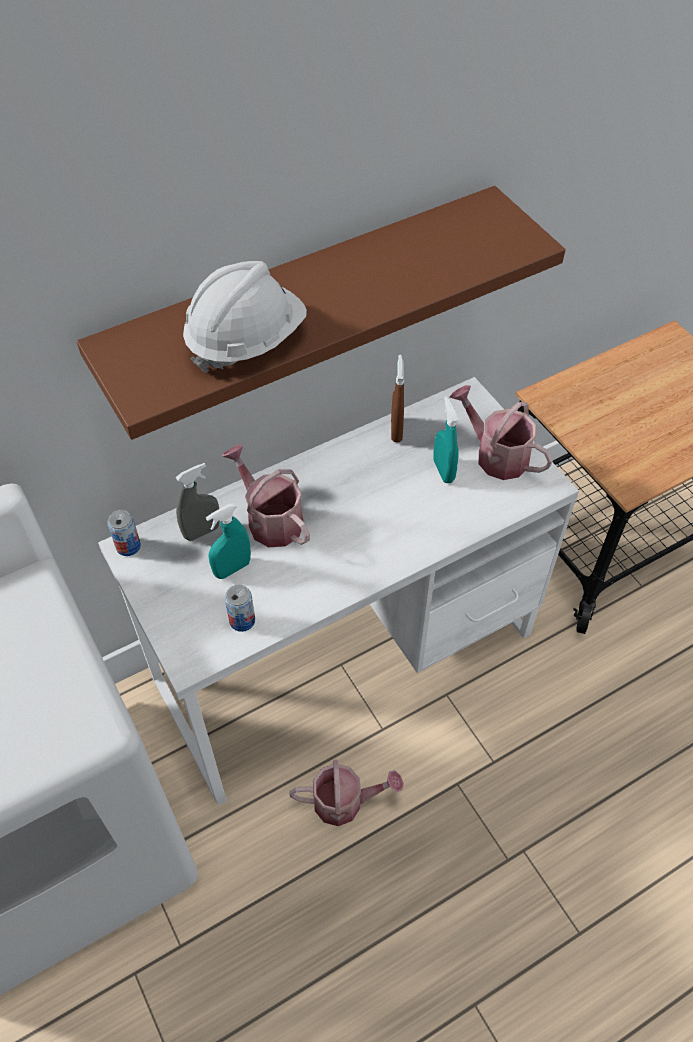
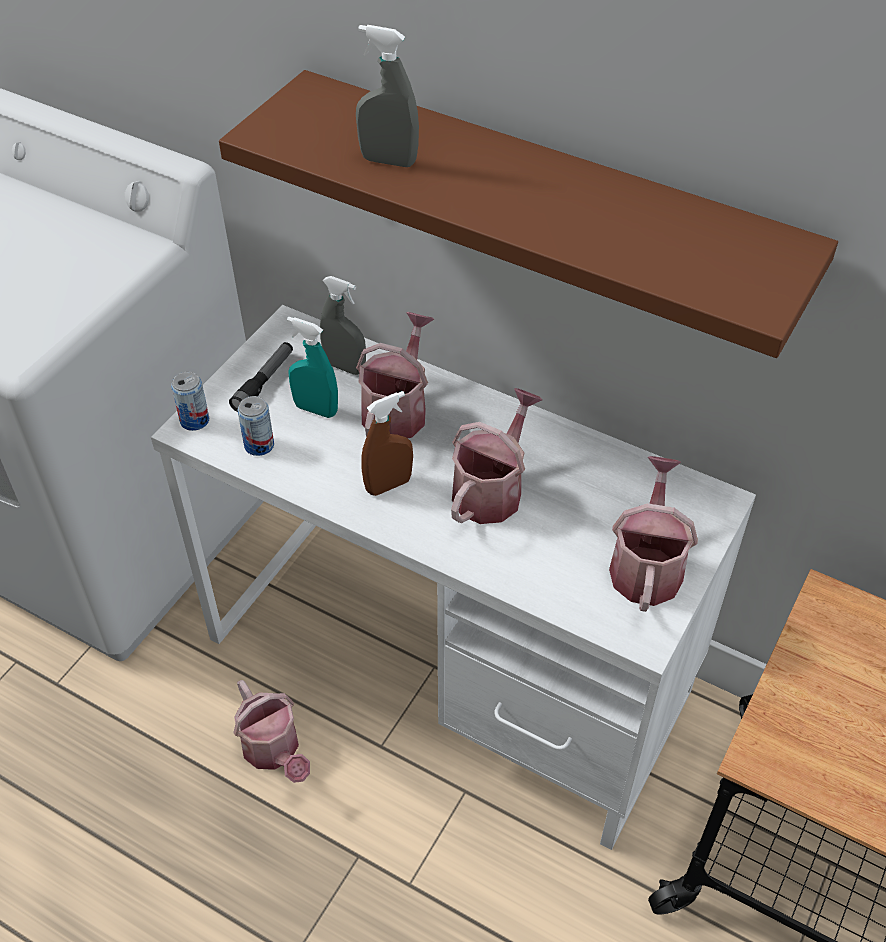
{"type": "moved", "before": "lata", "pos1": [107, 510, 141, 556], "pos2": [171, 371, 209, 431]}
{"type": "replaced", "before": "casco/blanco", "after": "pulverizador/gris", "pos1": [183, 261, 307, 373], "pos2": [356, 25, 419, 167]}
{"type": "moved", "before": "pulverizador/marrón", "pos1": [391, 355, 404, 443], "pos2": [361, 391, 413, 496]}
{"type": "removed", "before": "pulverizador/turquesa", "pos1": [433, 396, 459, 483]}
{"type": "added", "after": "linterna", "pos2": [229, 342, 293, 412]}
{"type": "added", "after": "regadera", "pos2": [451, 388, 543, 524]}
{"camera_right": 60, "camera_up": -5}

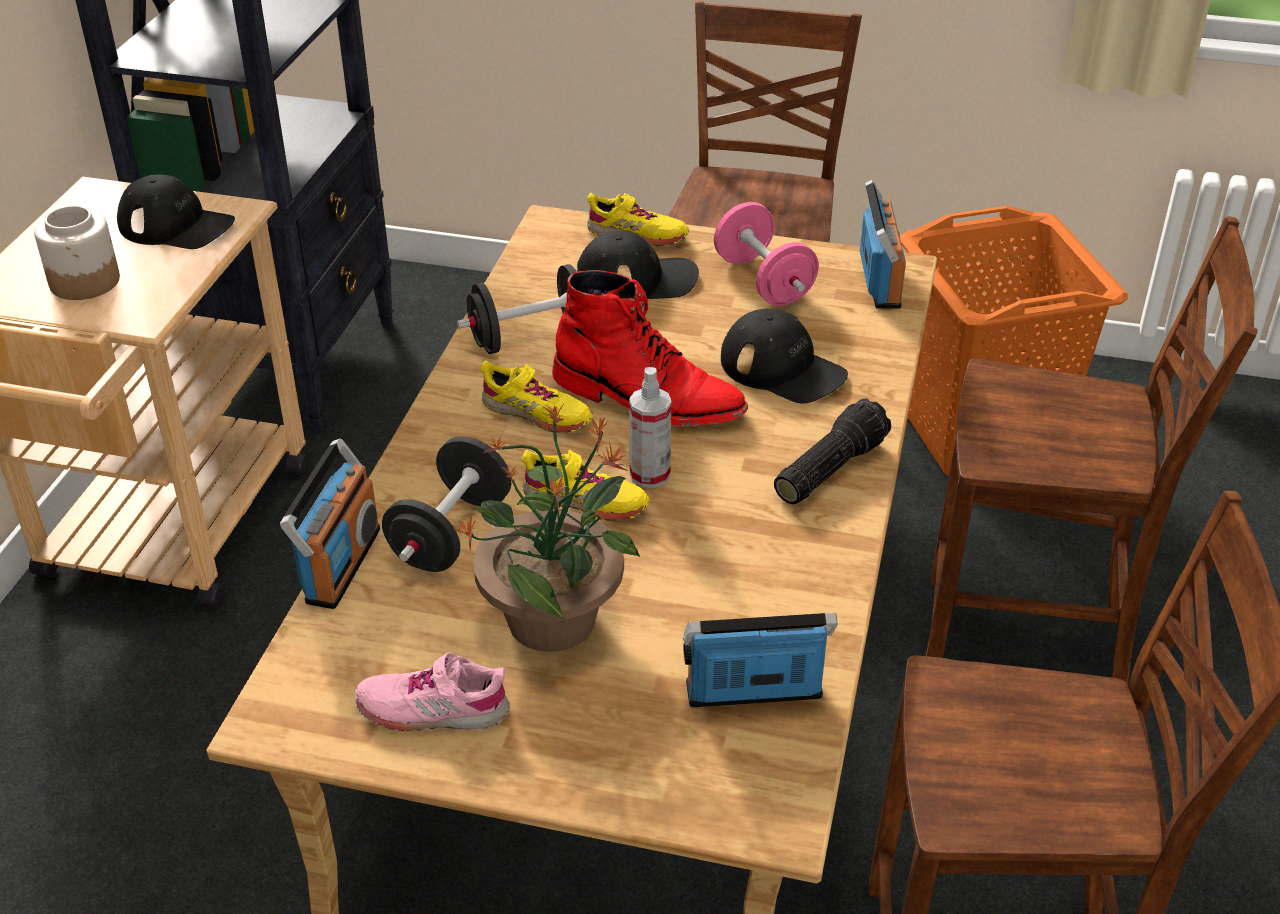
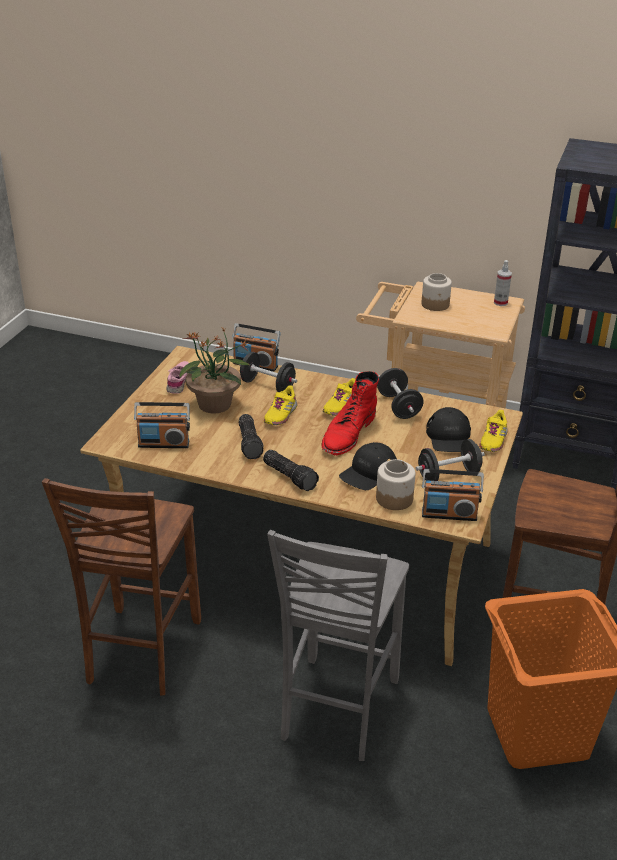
{"type": "removed", "before": "gorra/negro", "pos1": [117, 175, 235, 249]}
{"type": "moved", "before": "pulverizador", "pos1": [629, 367, 672, 488], "pos2": [494, 260, 512, 306]}
{"type": "turned", "before": "radio", "pos1": [683, 613, 838, 707], "pos2": [134, 402, 190, 448], "turn": 90}
{"type": "recoloured", "before": "mancuerna/rosa", "after": "mancuerna/negro", "pos1": [714, 202, 819, 306], "pos2": [415, 439, 485, 481]}
{"type": "recoloured", "before": "silla/marrón", "after": "silla/gris", "pos1": [926, 216, 1258, 685], "pos2": [267, 530, 409, 761]}
{"type": "added", "after": "linterna", "pos2": [239, 414, 264, 459]}
{"type": "added", "after": "tarro", "pos2": [376, 459, 415, 510]}
{"camera_right": 95, "camera_up": -5}

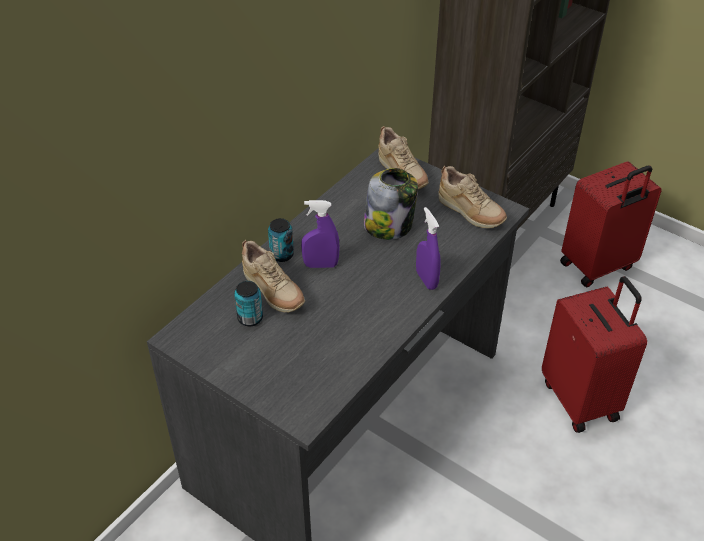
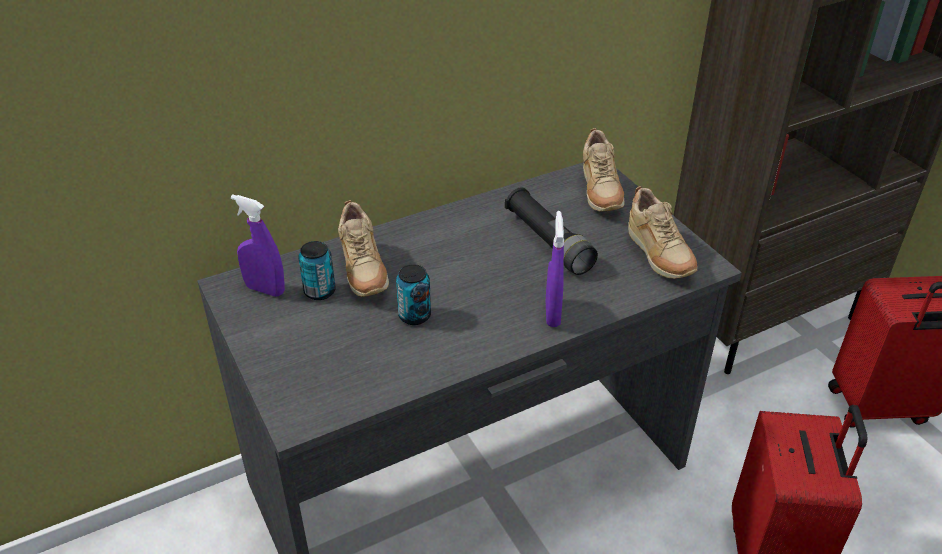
{"type": "moved", "before": "lata", "pos1": [268, 218, 294, 262], "pos2": [396, 264, 431, 325]}
{"type": "moved", "before": "pulverizador/morado", "pos1": [301, 200, 340, 268], "pos2": [231, 194, 285, 297]}
{"type": "replaced", "before": "tarro", "after": "linterna/negro", "pos1": [364, 168, 418, 240], "pos2": [505, 187, 598, 275]}
{"camera_right": 25, "camera_up": -5}

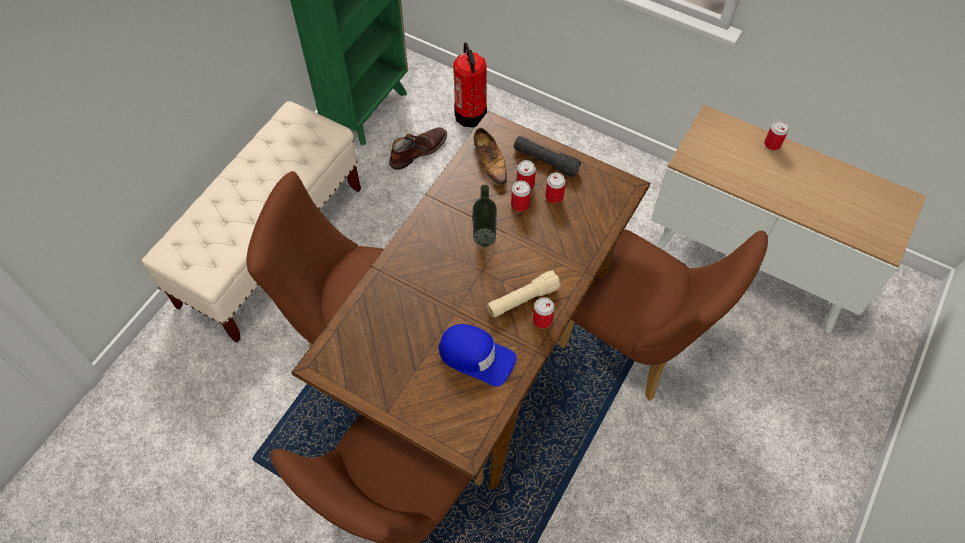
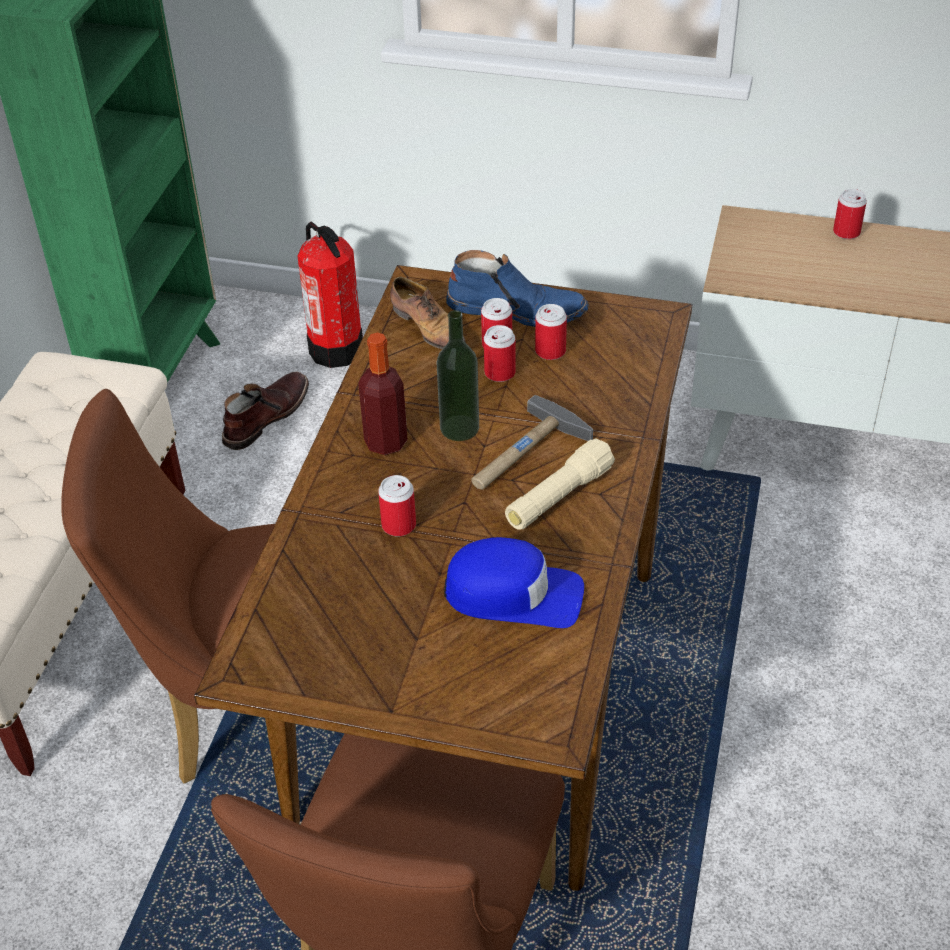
{"type": "replaced", "before": "linterna/negro", "after": "bota/azul", "pos1": [514, 136, 581, 177], "pos2": [446, 250, 589, 327]}
{"type": "moved", "before": "lata", "pos1": [533, 297, 555, 329], "pos2": [378, 475, 416, 537]}
{"type": "removed", "before": "silla/marrón", "pos1": [559, 229, 768, 401]}
{"type": "added", "after": "botella", "pos2": [358, 332, 408, 455]}
{"type": "added", "after": "martillo", "pos2": [471, 395, 593, 490]}
{"camera_right": -15, "camera_up": -15}

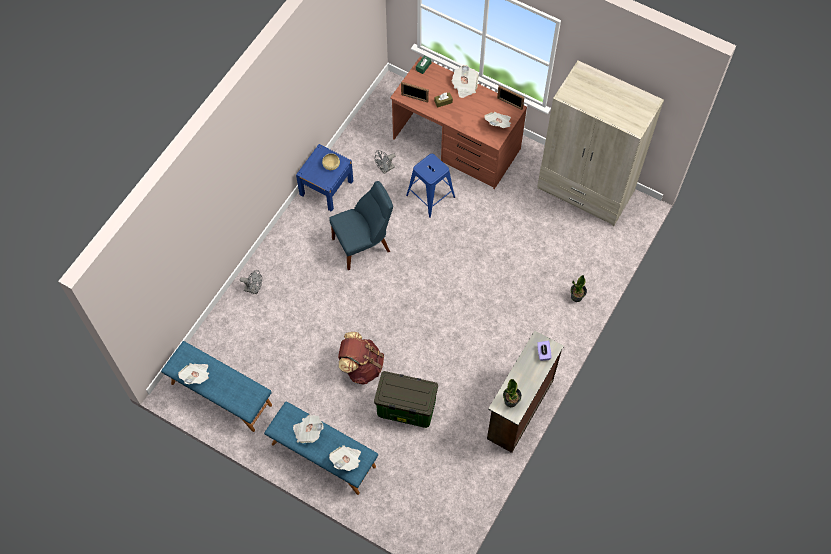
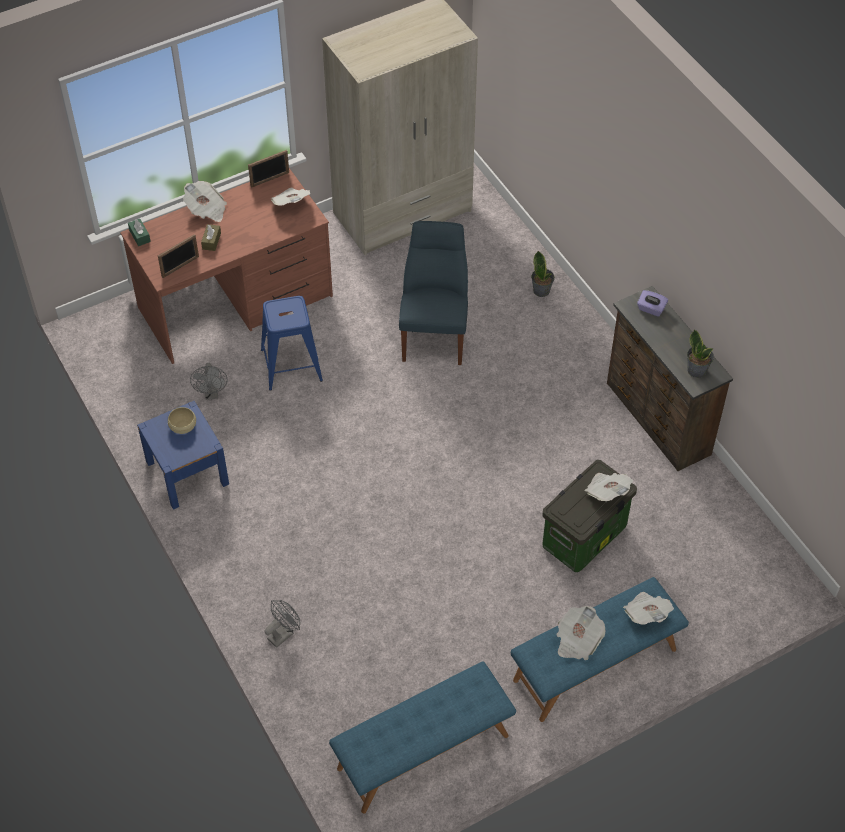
{"type": "moved", "before": "periódico", "pos1": [178, 363, 209, 384], "pos2": [584, 473, 633, 501]}
{"type": "moved", "before": "silla/azul", "pos1": [329, 181, 393, 270], "pos2": [399, 221, 468, 365]}
{"type": "removed", "before": "mochila/marrón", "pos1": [338, 332, 384, 385]}
{"camera_right": -60, "camera_up": -10}

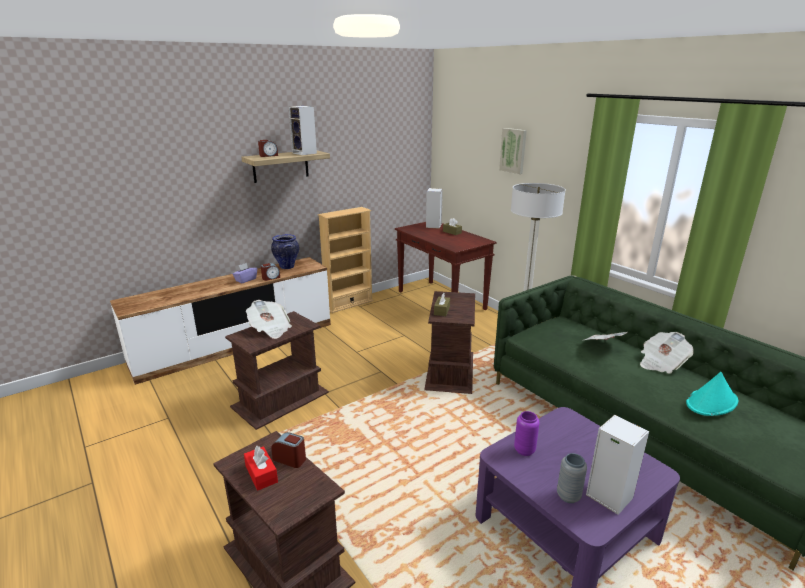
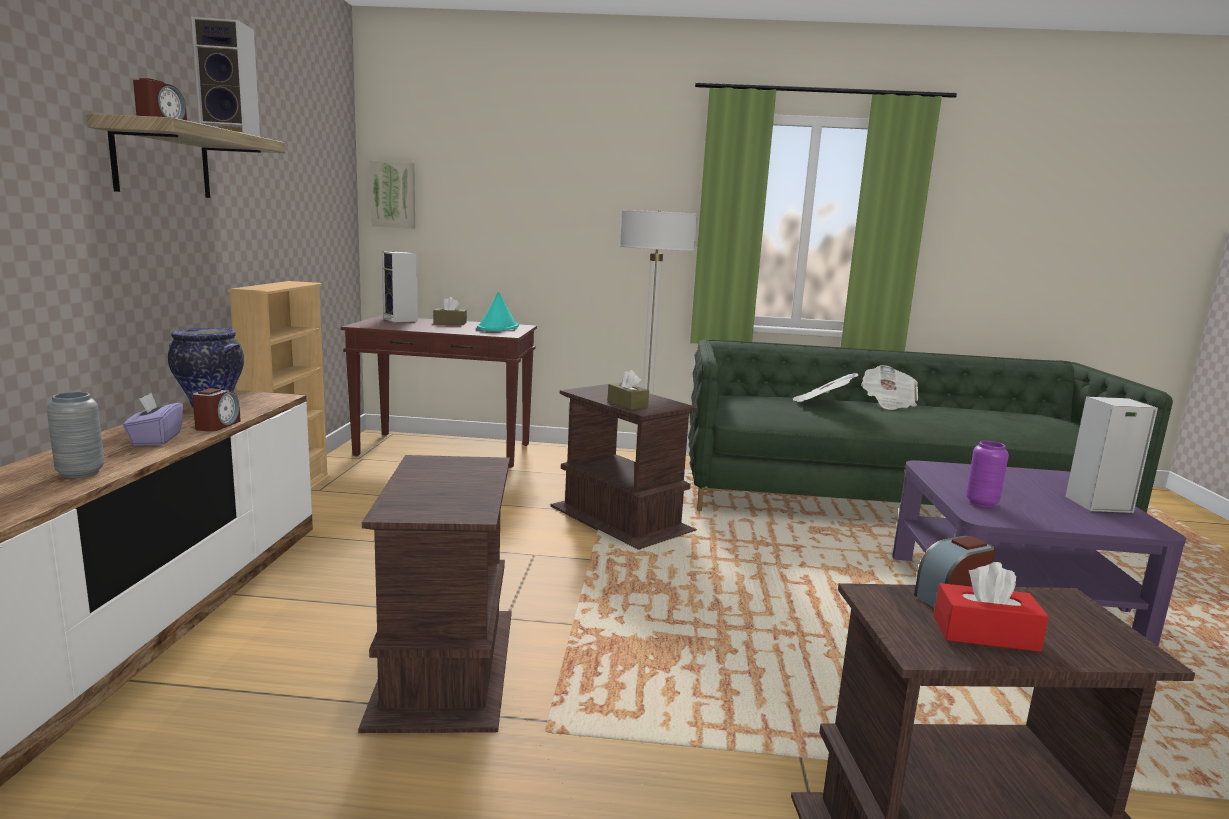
{"type": "removed", "before": "periódico", "pos1": [246, 300, 292, 339]}
{"type": "moved", "before": "cuadro", "pos1": [499, 128, 527, 174], "pos2": [370, 160, 415, 229]}
{"type": "moved", "before": "florero/gris", "pos1": [557, 453, 587, 503], "pos2": [47, 392, 104, 478]}
{"type": "moved", "before": "sombrero/turquesa", "pos1": [686, 372, 738, 416], "pos2": [477, 292, 519, 331]}
{"camera_right": -50, "camera_up": -10}

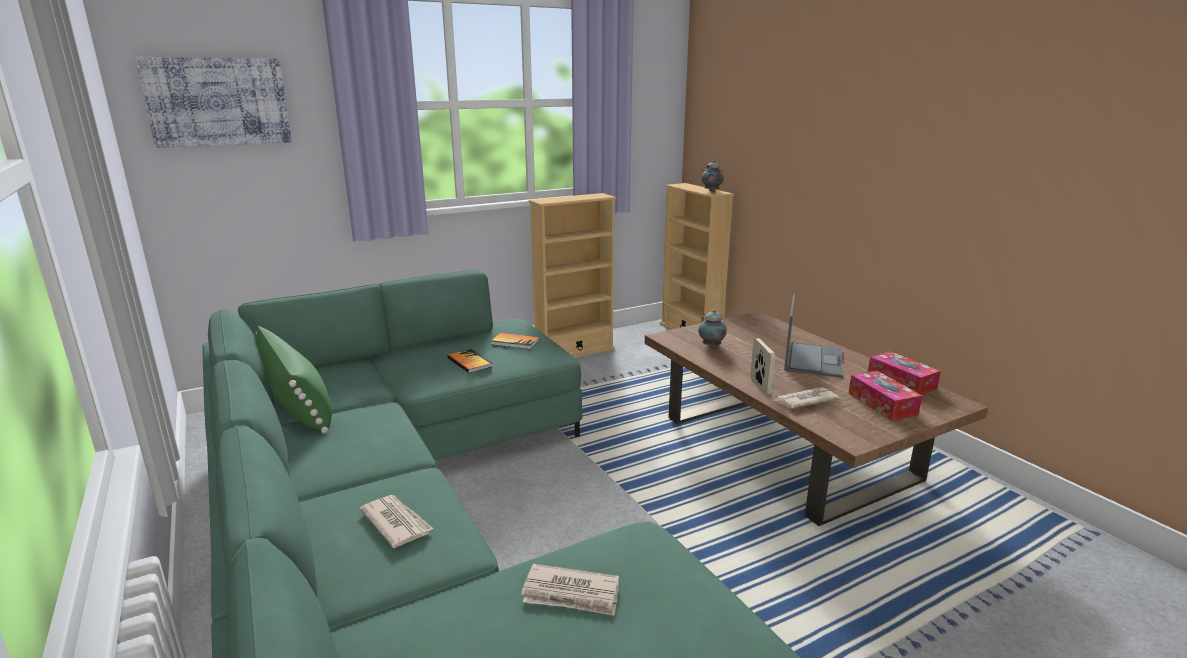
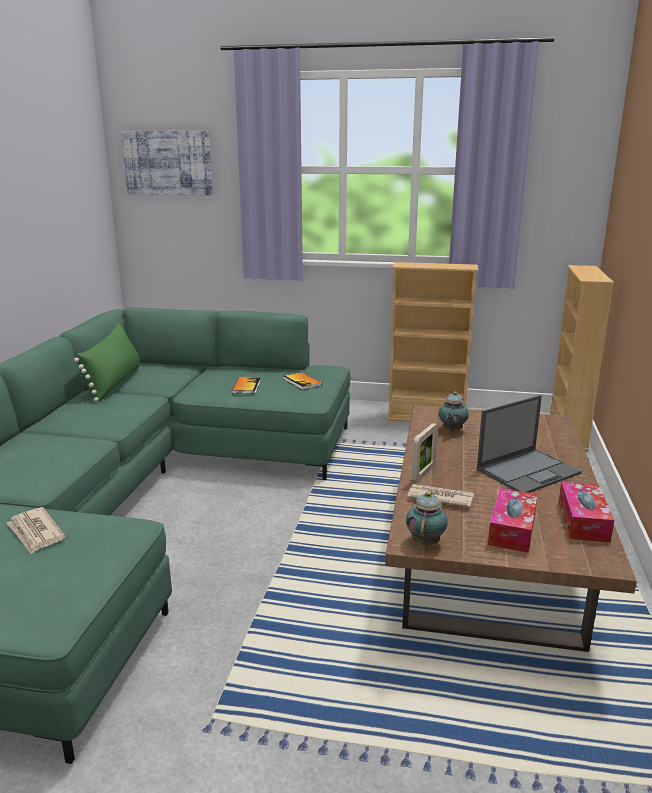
{"type": "removed", "before": "periódico", "pos1": [360, 495, 433, 548]}
{"type": "moved", "before": "tetera", "pos1": [702, 160, 724, 192], "pos2": [406, 491, 448, 546]}
{"camera_right": 40, "camera_up": 0}

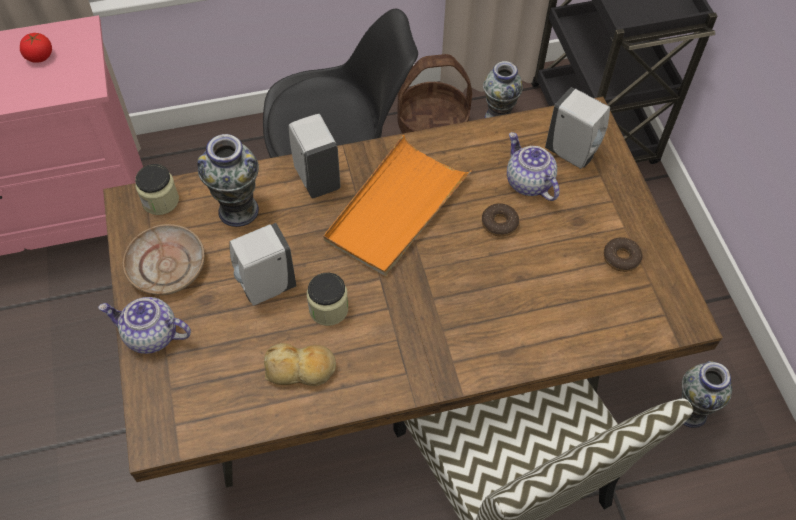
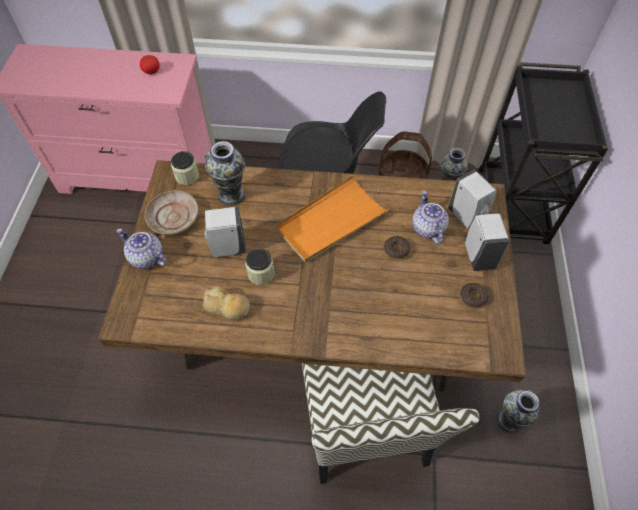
{"type": "moved", "before": "dispensador de jabón/blanco", "pos1": [289, 114, 341, 198], "pos2": [465, 214, 509, 271]}
{"camera_right": 20, "camera_up": 0}

